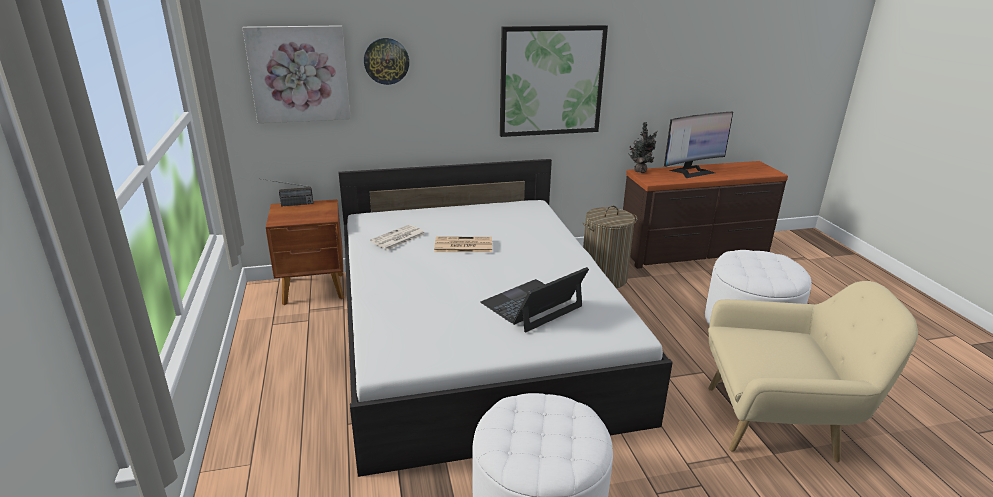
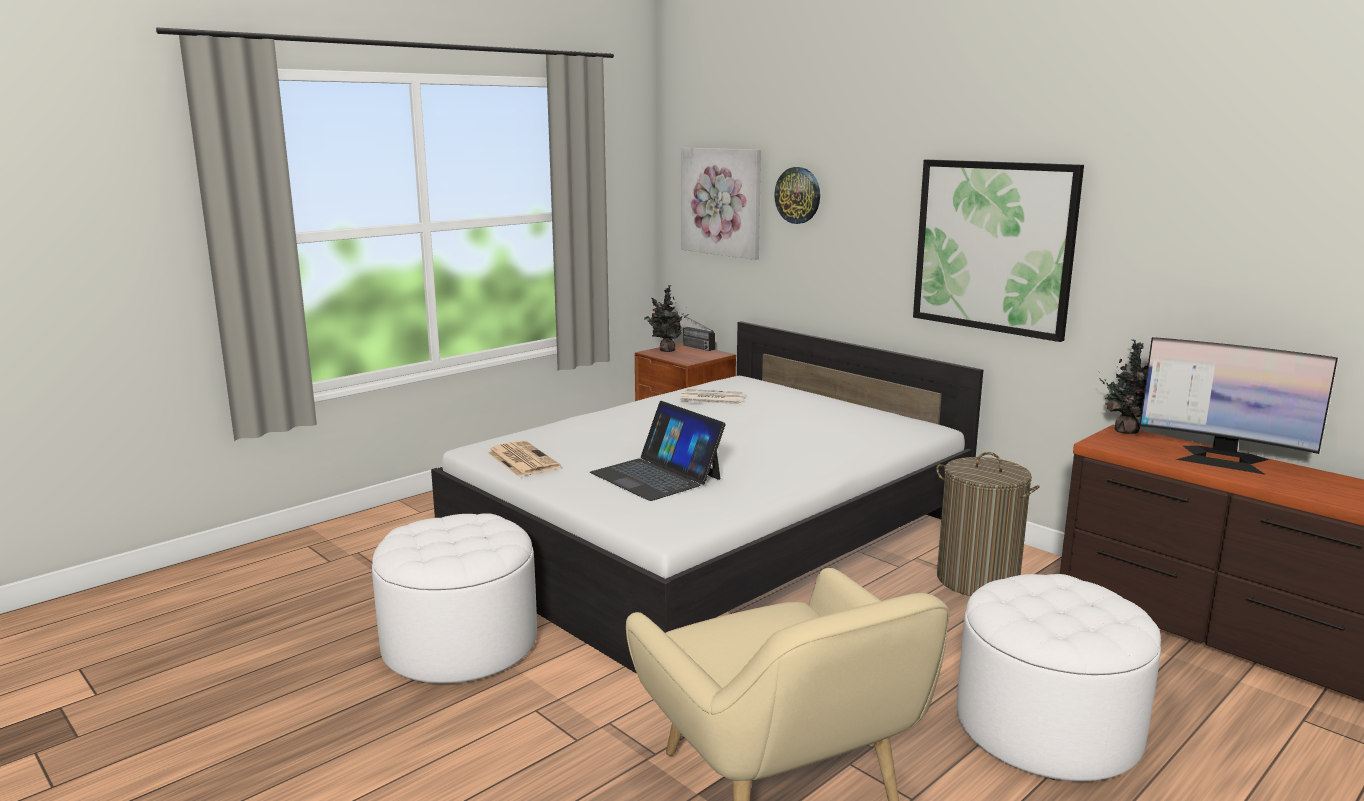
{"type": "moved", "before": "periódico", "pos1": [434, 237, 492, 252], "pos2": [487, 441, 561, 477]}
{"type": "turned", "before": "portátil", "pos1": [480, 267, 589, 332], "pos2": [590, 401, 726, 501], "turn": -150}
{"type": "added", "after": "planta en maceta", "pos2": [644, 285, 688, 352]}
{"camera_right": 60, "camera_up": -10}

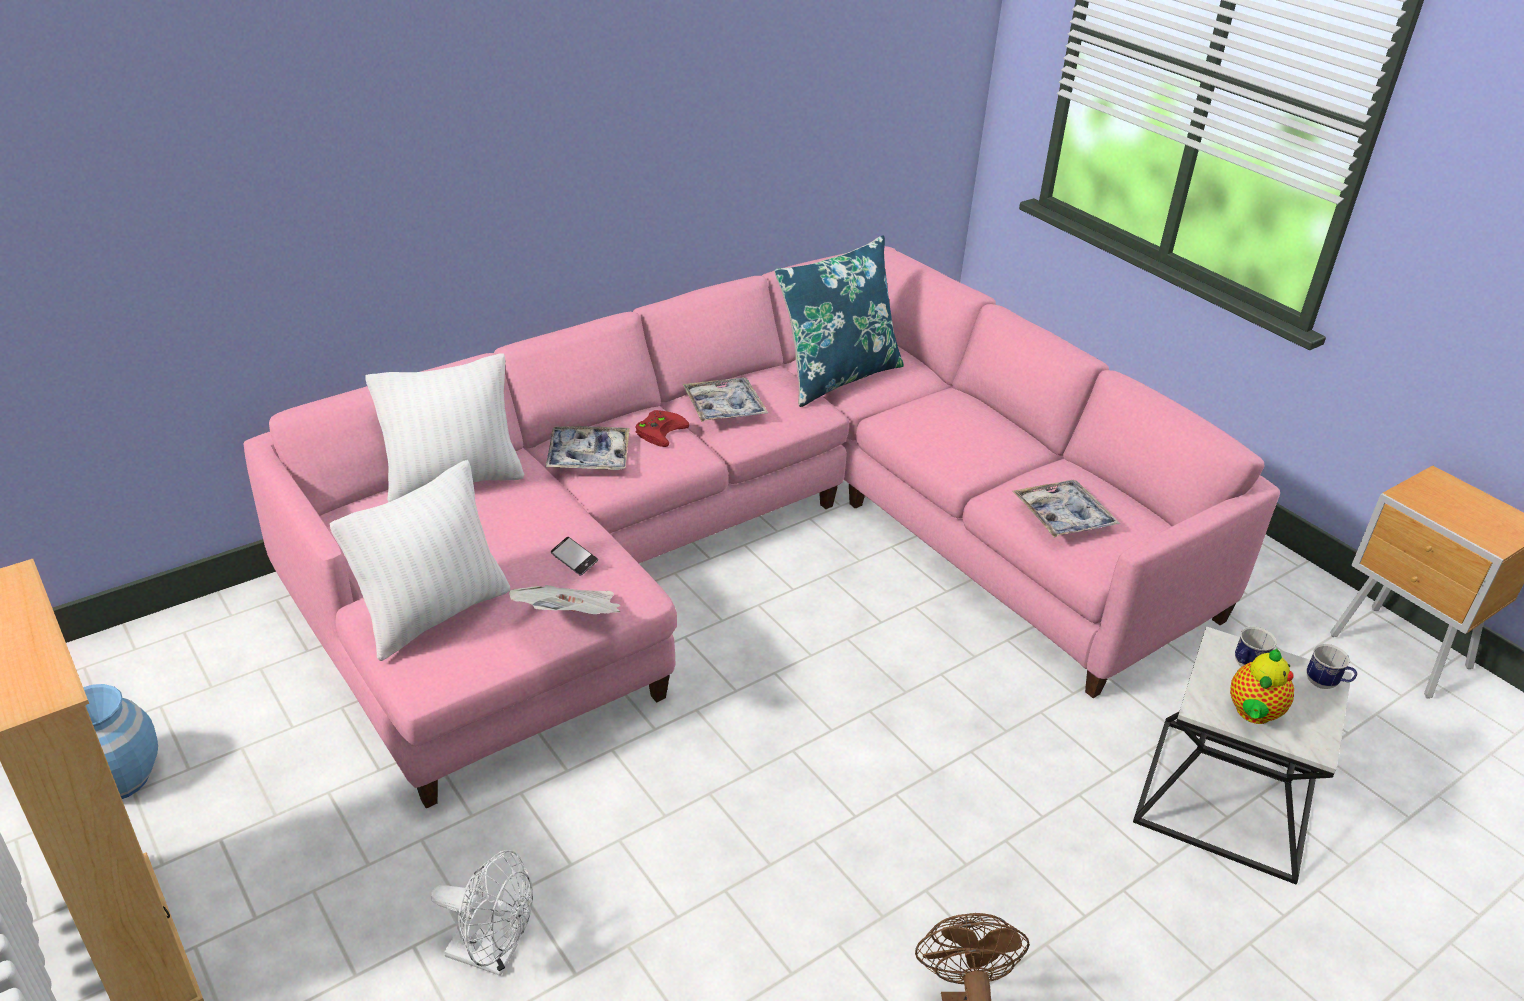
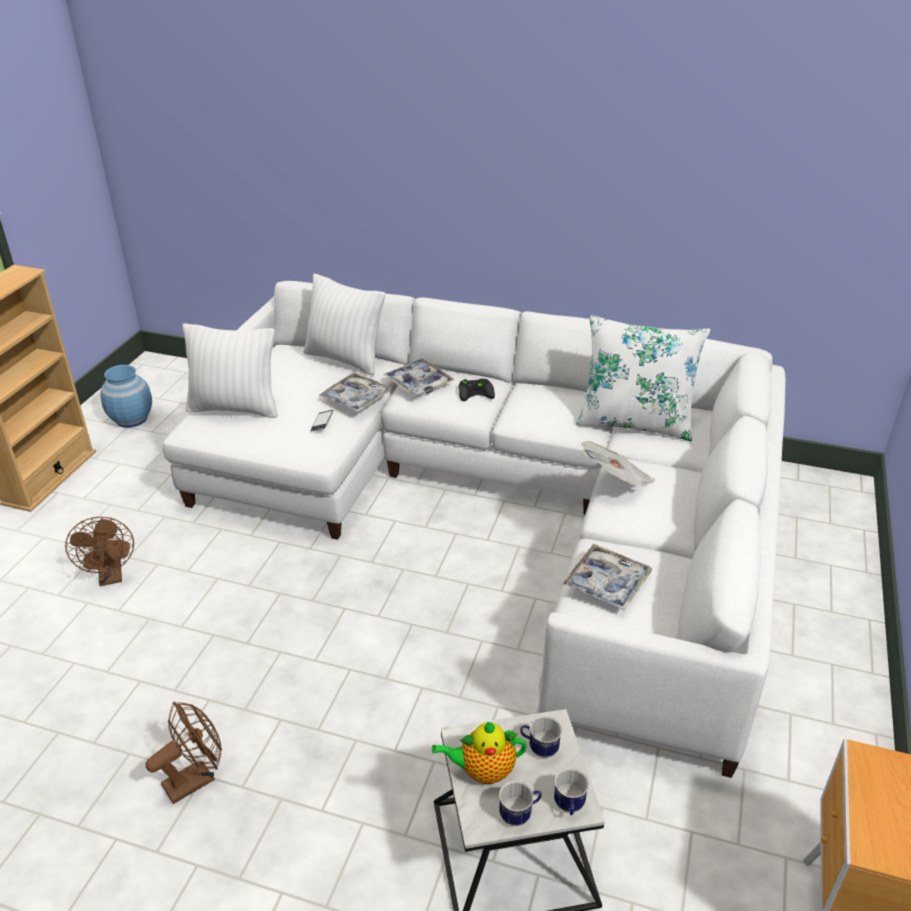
{"type": "recoloured", "before": "sofá/rosa", "after": "sofá/blanco", "pos1": [243, 246, 1280, 809], "pos2": [163, 281, 786, 778]}
{"type": "recoloured", "before": "ventilador/blanco", "after": "ventilador/marrón", "pos1": [431, 850, 533, 976], "pos2": [65, 517, 134, 586]}
{"type": "moved", "before": "periódico", "pos1": [509, 585, 621, 614], "pos2": [581, 441, 655, 486]}
{"type": "recoloured", "before": "mando de consola/rojo", "after": "mando de consola/negro", "pos1": [635, 410, 690, 447], "pos2": [459, 379, 495, 401]}
{"type": "moved", "before": "bandeja", "pos1": [683, 377, 768, 422], "pos2": [318, 372, 392, 412]}
{"type": "recoloured", "before": "cojín/azul", "after": "cojín/blanco", "pos1": [775, 235, 904, 407], "pos2": [576, 315, 710, 441]}
{"type": "added", "after": "taza grande", "pos2": [499, 781, 542, 826]}
{"camera_right": 55, "camera_up": 0}

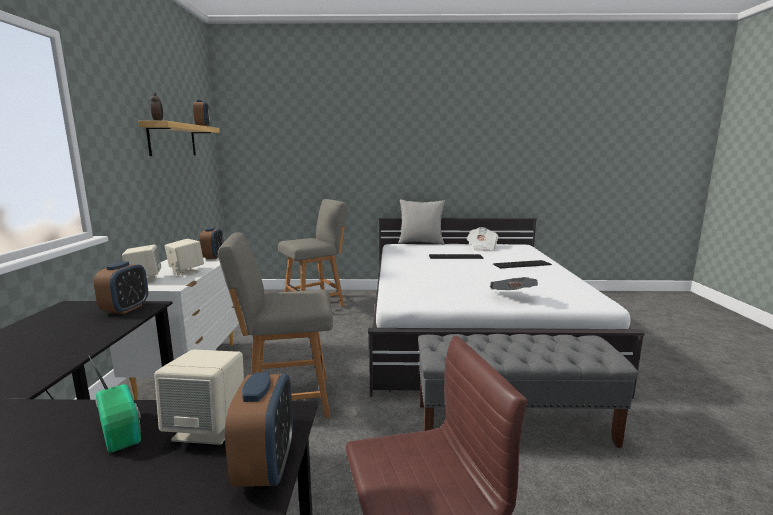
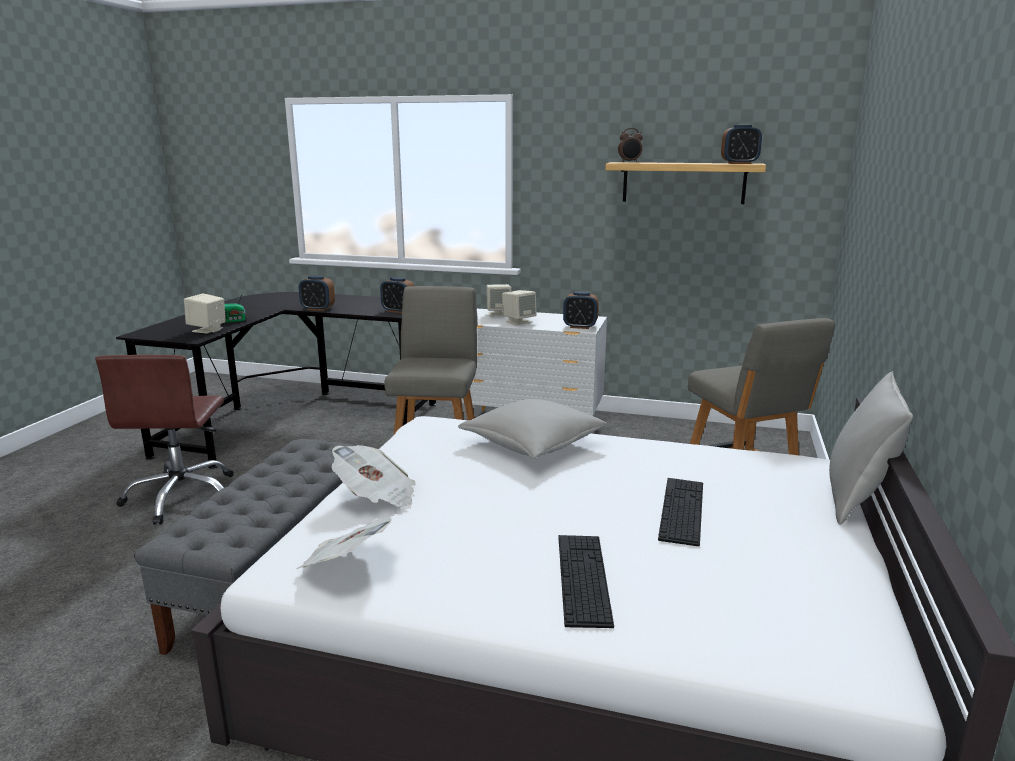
{"type": "moved", "before": "despertador", "pos1": [225, 372, 293, 487], "pos2": [299, 276, 335, 311]}
{"type": "moved", "before": "periódico", "pos1": [467, 227, 498, 251], "pos2": [297, 513, 396, 569]}
{"type": "added", "after": "cojín/gris", "pos2": [458, 399, 608, 459]}
{"camera_right": 105, "camera_up": 5}

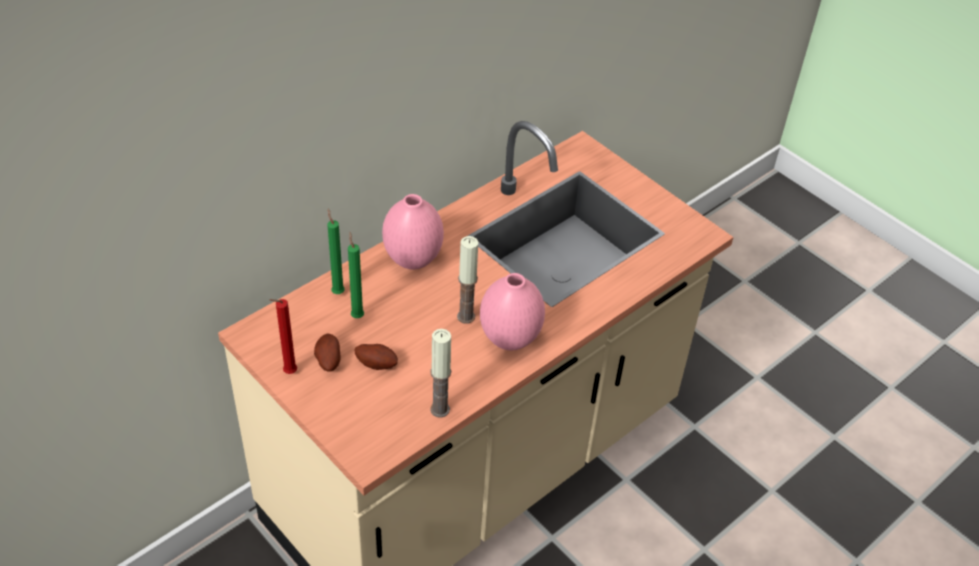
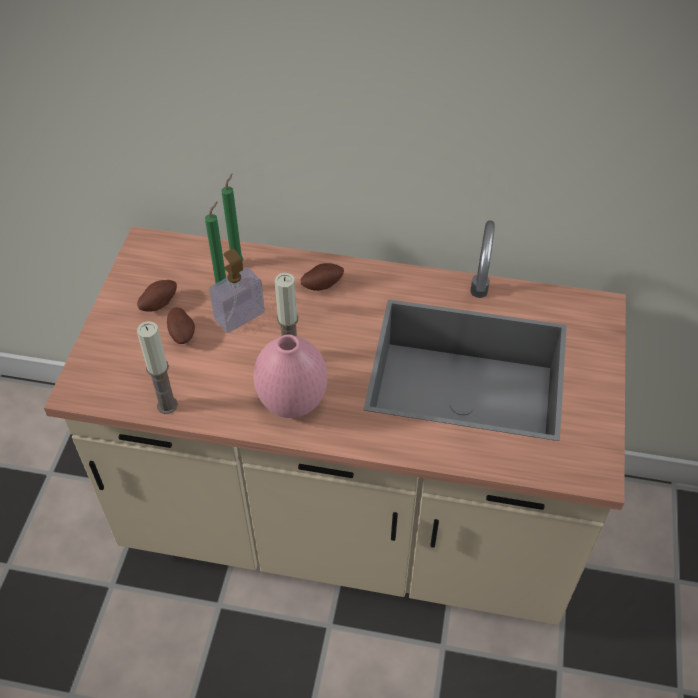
{"type": "removed", "before": "vela/rojo", "pos1": [269, 299, 297, 374]}
{"type": "replaced", "before": "florero/rosa", "after": "patata", "pos1": [382, 194, 444, 270], "pos2": [300, 263, 344, 291]}
{"type": "added", "after": "dispensador de jabón", "pos2": [209, 249, 265, 333]}
{"camera_right": 55, "camera_up": 5}

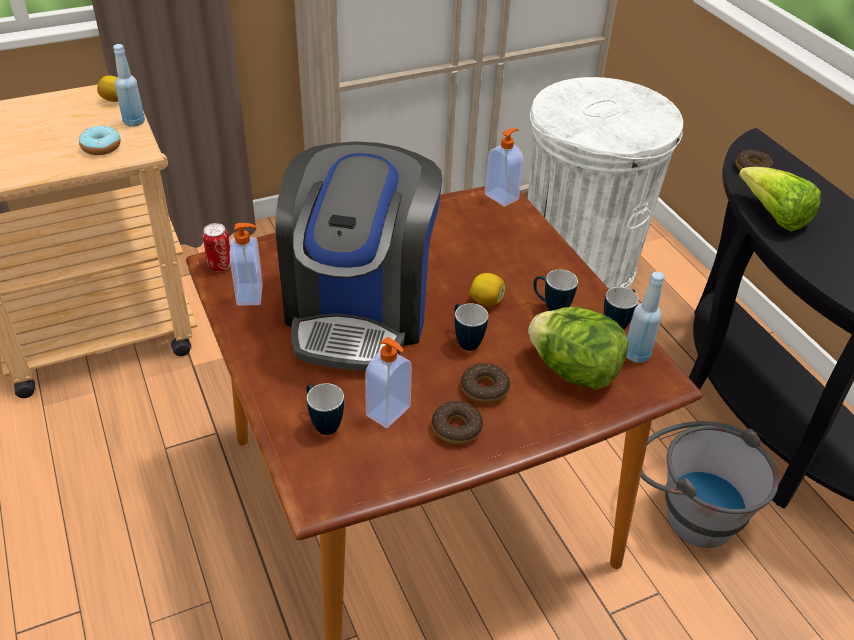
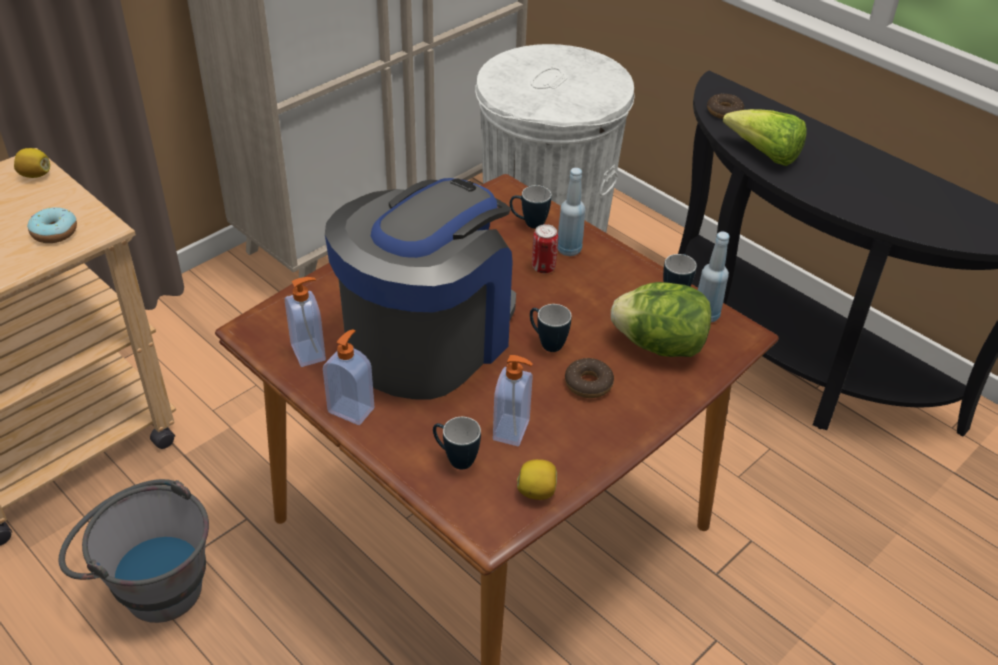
{"type": "moved", "before": "botella/azul", "pos1": [113, 44, 145, 127], "pos2": [558, 168, 585, 256]}
{"type": "moved", "before": "lata", "pos1": [203, 223, 231, 272], "pos2": [532, 224, 558, 273]}
{"type": "turned", "before": "cafetera", "pos1": [275, 141, 443, 371], "pos2": [325, 178, 516, 399], "turn": -135}
{"type": "removed", "before": "rosquilla", "pos1": [432, 401, 483, 445]}
{"type": "moved", "before": "limón", "pos1": [470, 273, 505, 306], "pos2": [517, 459, 557, 500]}
{"type": "moved", "before": "dispensador de jabón", "pos1": [484, 128, 524, 207], "pos2": [323, 329, 374, 425]}
{"type": "moved", "before": "taza grande", "pos1": [534, 270, 578, 311], "pos2": [510, 185, 551, 229]}
{"type": "moved", "before": "cubo/gris", "pos1": [641, 421, 779, 548], "pos2": [58, 479, 209, 623]}
{"camera_right": -20, "camera_up": 0}

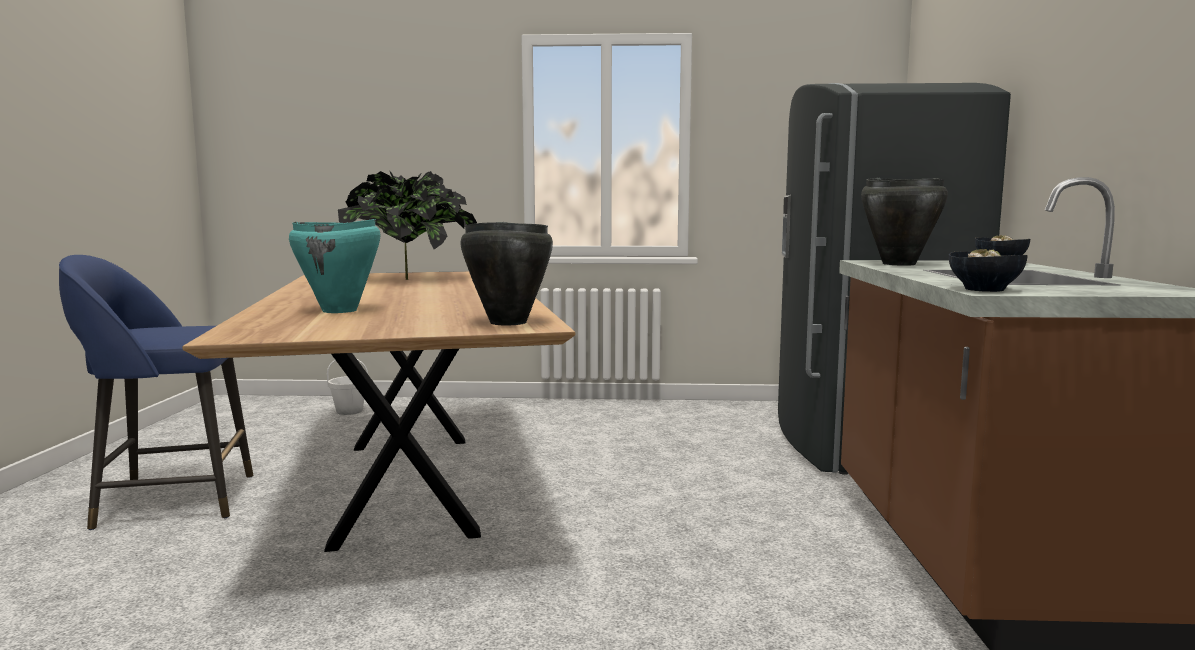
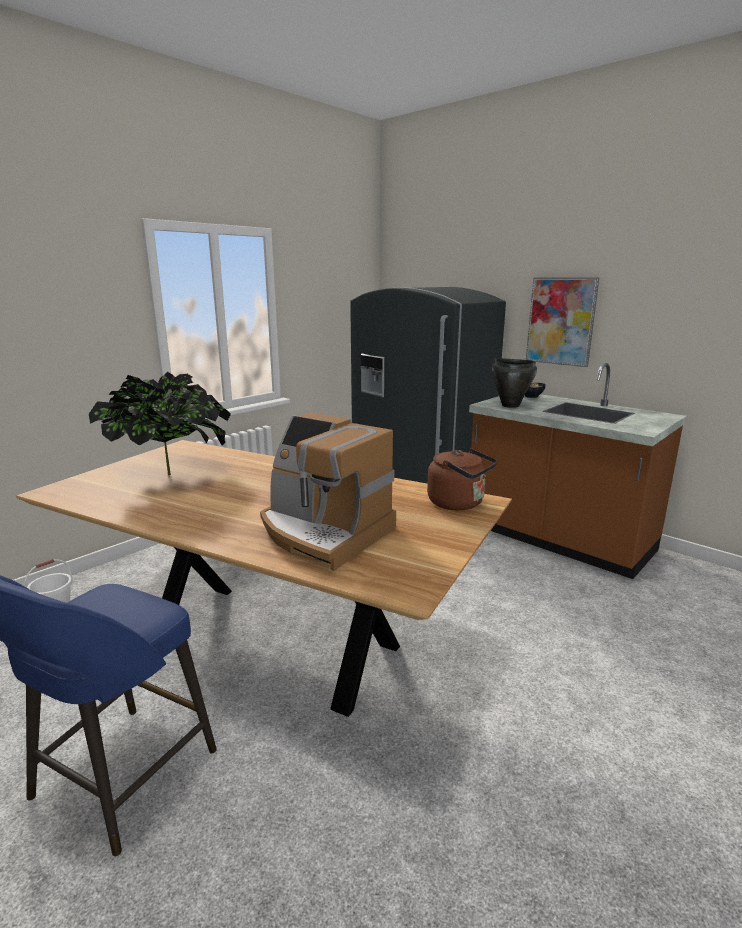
{"type": "replaced", "before": "olla/turquesa", "after": "cafetera", "pos1": [289, 219, 380, 313], "pos2": [260, 412, 396, 571]}
{"type": "replaced", "before": "olla/negro", "after": "hervidor/marrón", "pos1": [461, 222, 553, 326], "pos2": [427, 448, 498, 510]}
{"type": "removed", "before": "cuenco", "pos1": [949, 249, 1028, 292]}
{"type": "added", "after": "cuadro", "pos2": [526, 277, 600, 367]}
{"camera_right": -50, "camera_up": 10}

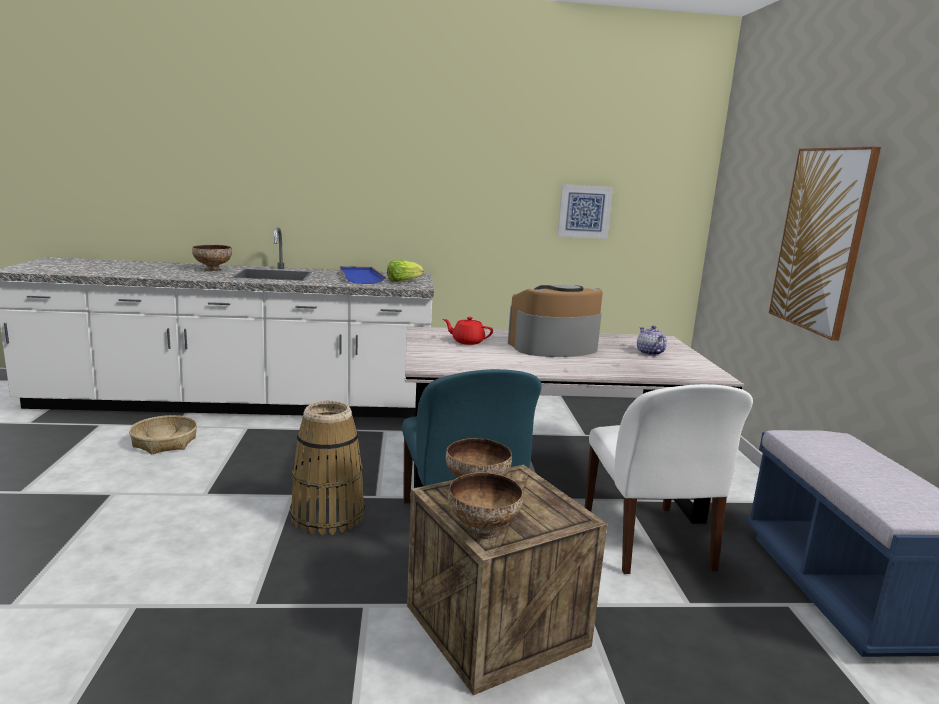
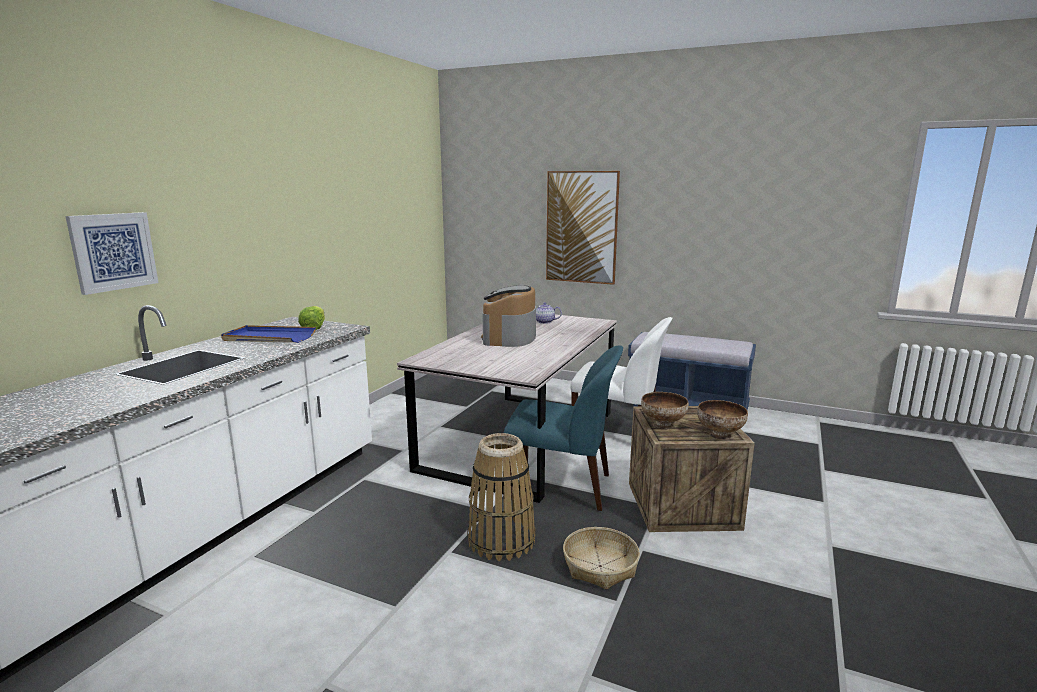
{"type": "moved", "before": "cesta", "pos1": [129, 415, 197, 454], "pos2": [563, 527, 640, 590]}
{"type": "removed", "before": "cuenco", "pos1": [192, 245, 232, 271]}
{"type": "removed", "before": "tetera/rojo", "pos1": [443, 317, 493, 345]}
{"type": "moved", "before": "cuadro", "pos1": [557, 184, 613, 239], "pos2": [65, 212, 158, 295]}
{"camera_right": -60, "camera_up": 0}

